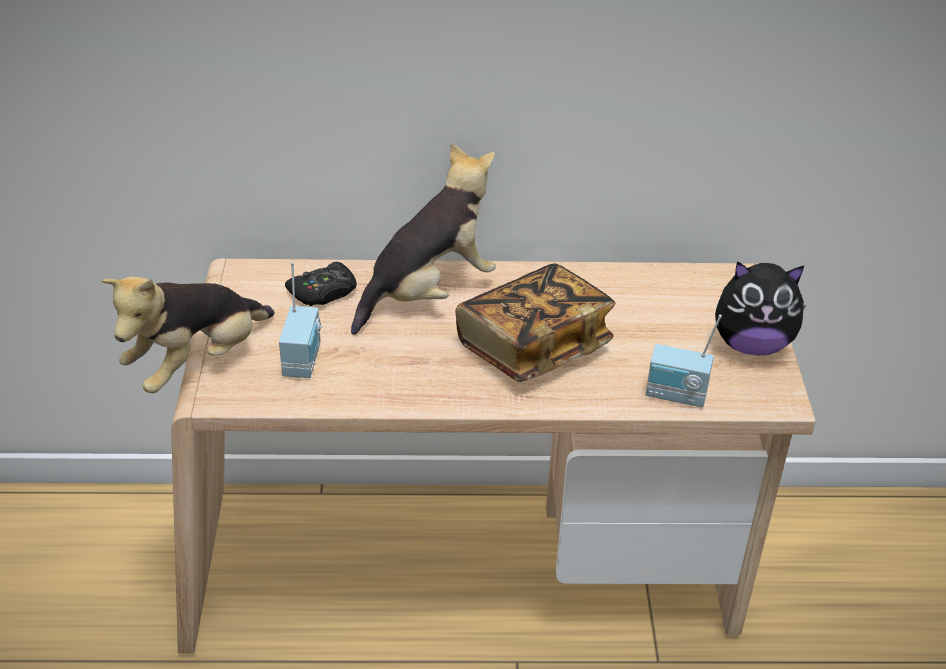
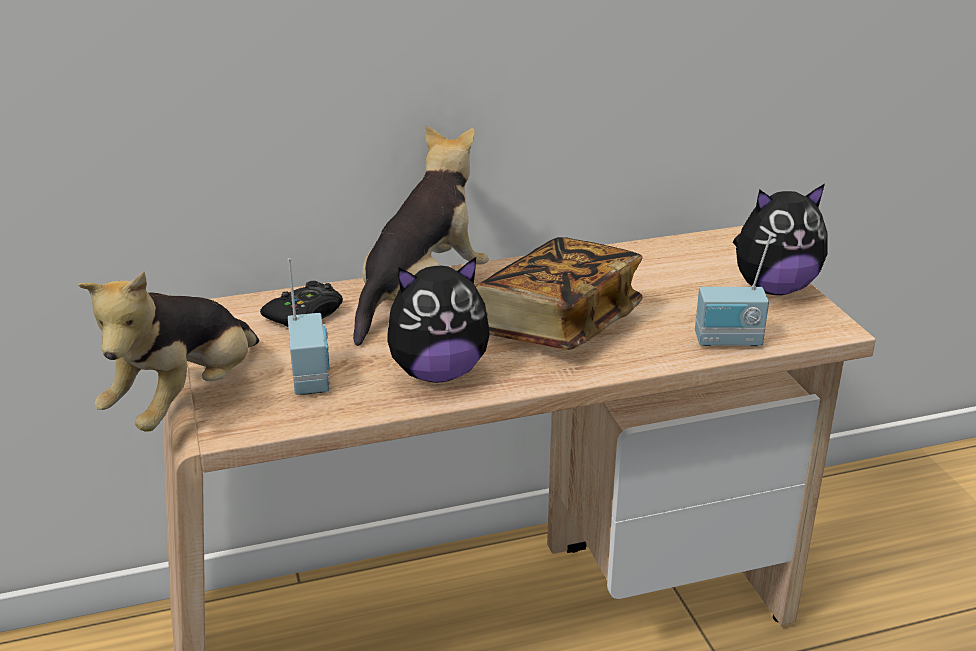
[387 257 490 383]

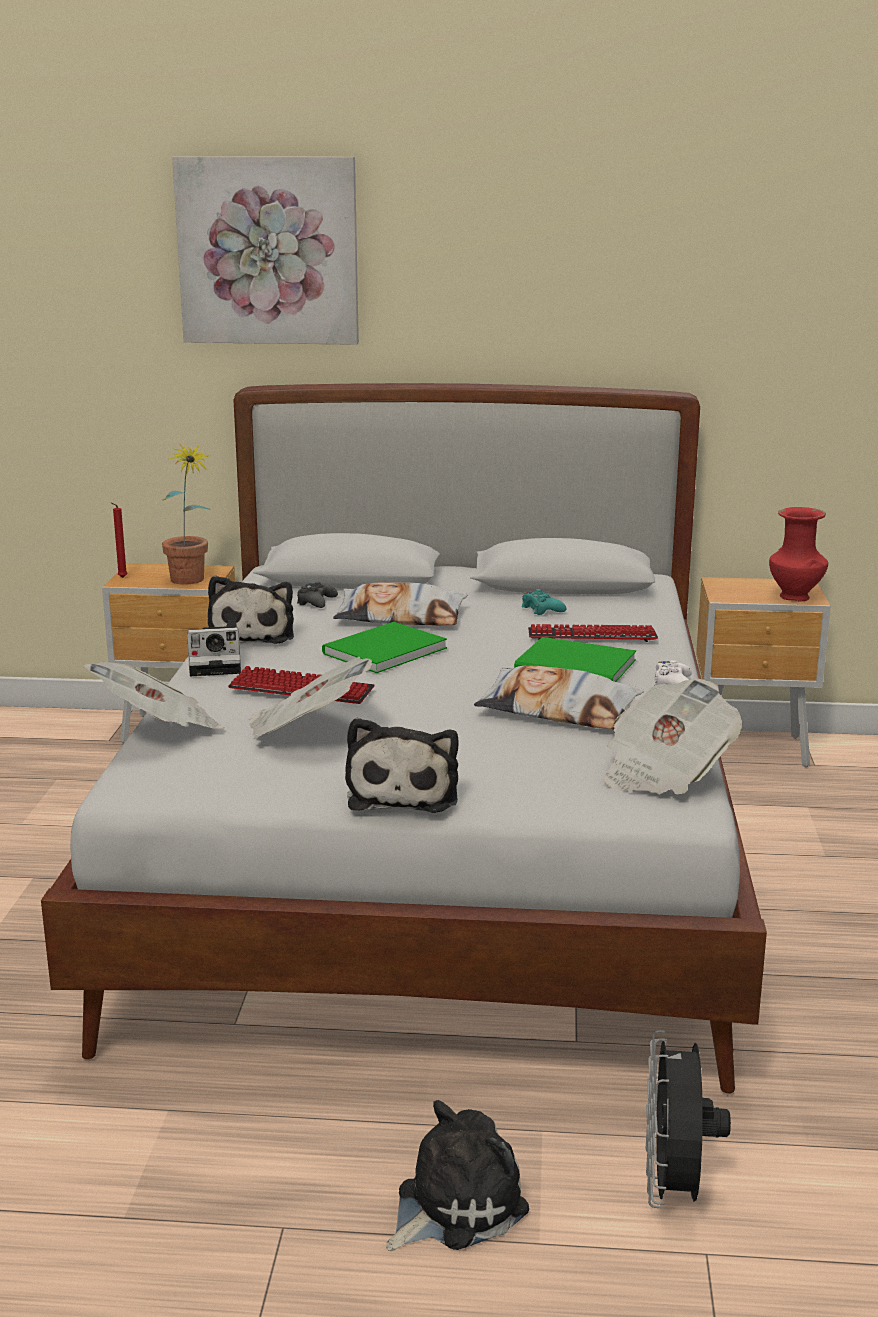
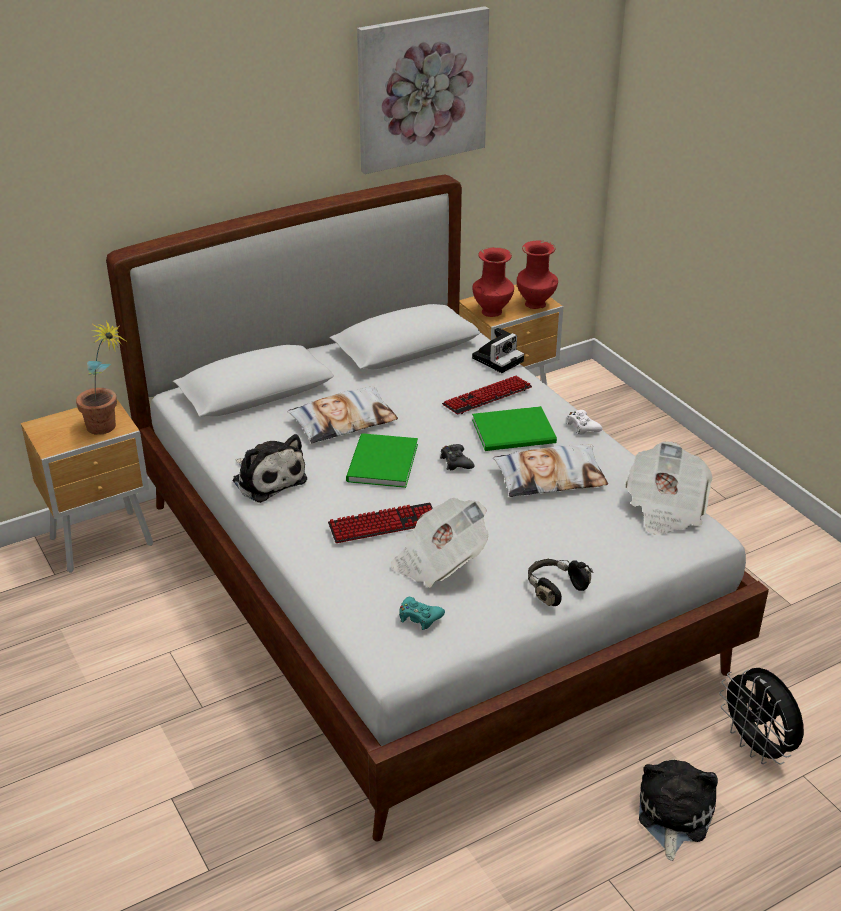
[357 6 489 174]
[399 597 445 630]
[440 444 474 470]
[472 247 514 317]
[472 328 524 373]
[528 559 594 606]
[84 662 225 729] (first image)
[111 503 127 578] (first image)

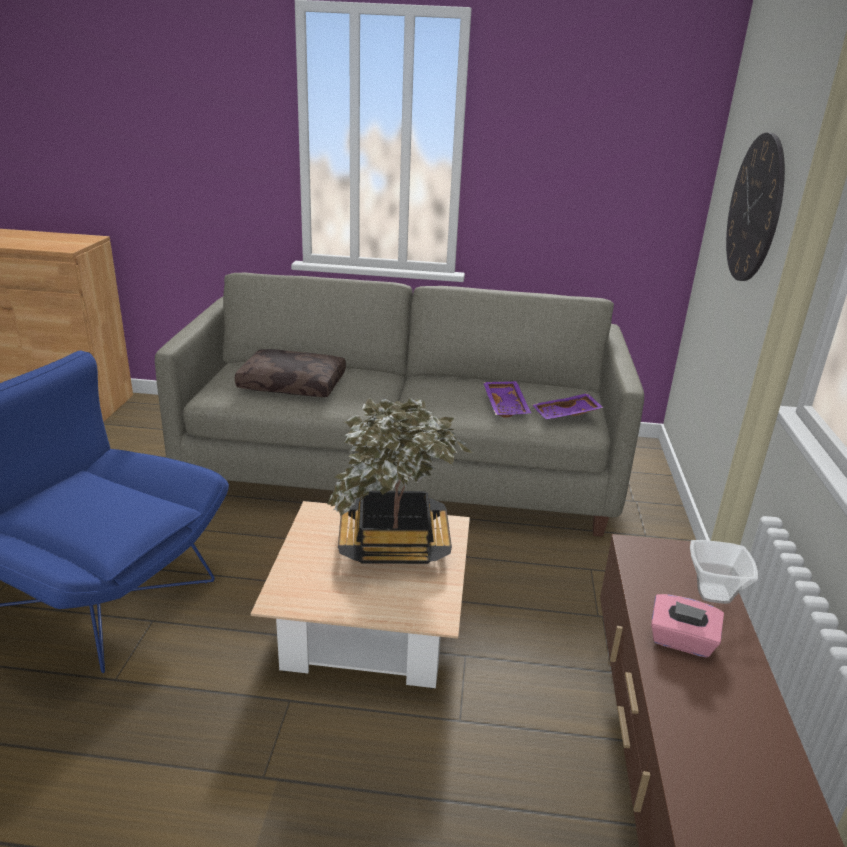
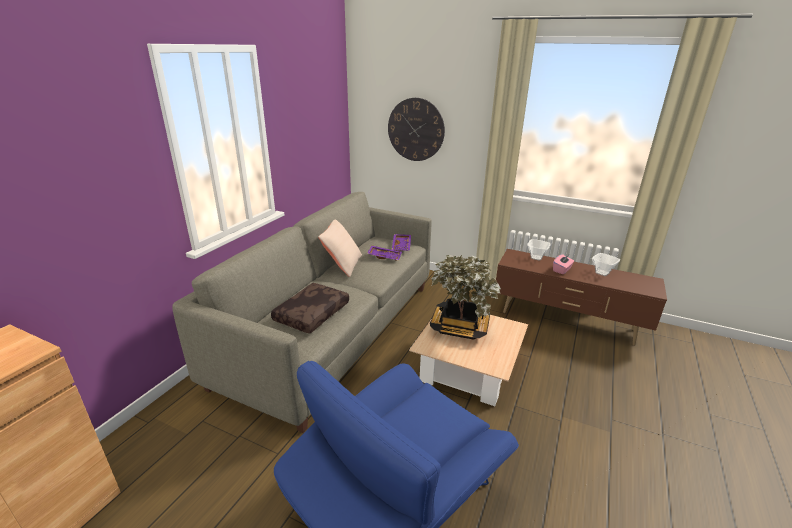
[318 220 362 277]
[592 253 620 276]

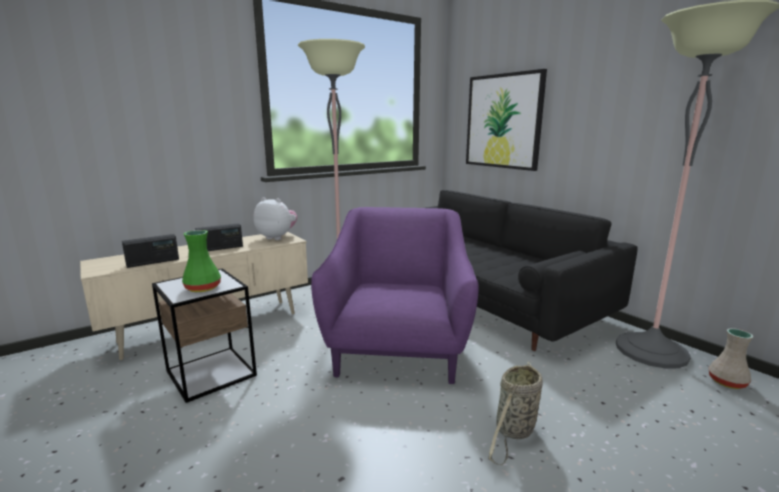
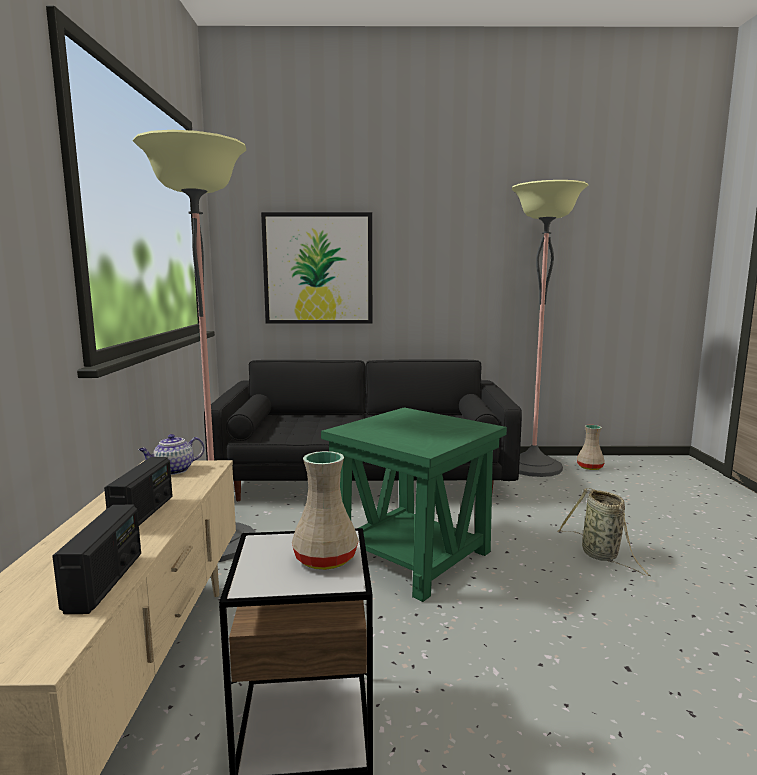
[139 434 205 475]
[292 451 359 570]
[321 407 507 602]

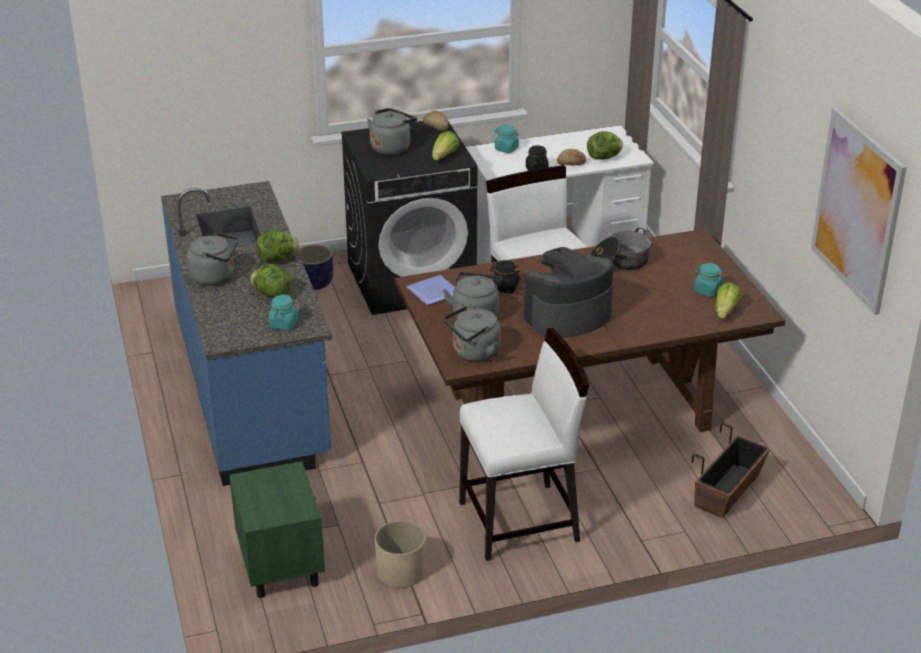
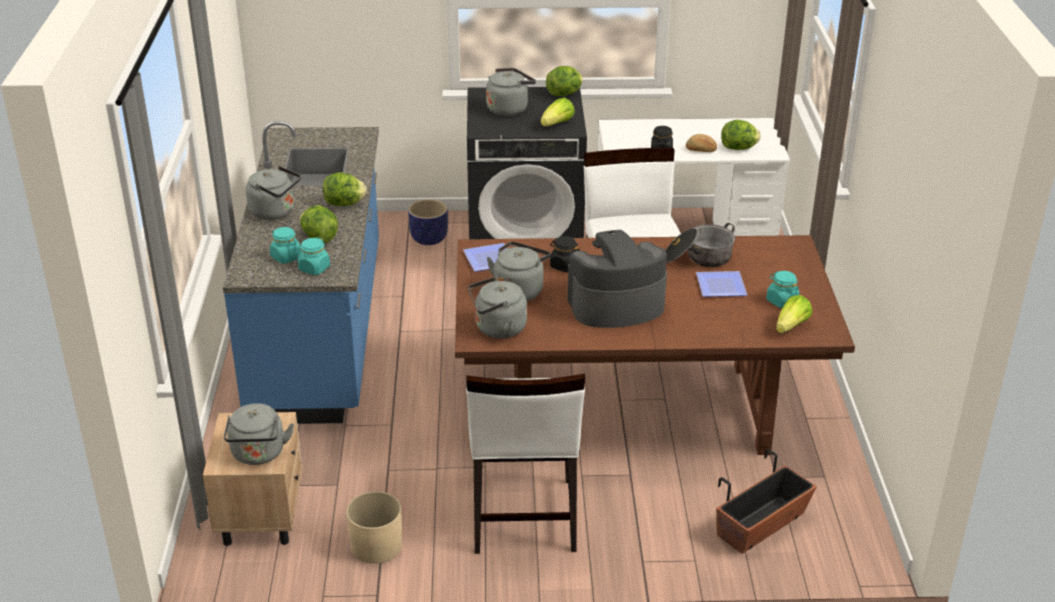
[203 412 302 546]
[224 403 294 465]
[270 227 301 264]
[466 374 585 554]
[546 66 583 96]
[696 271 747 297]
[811 108 907 315] (first image)

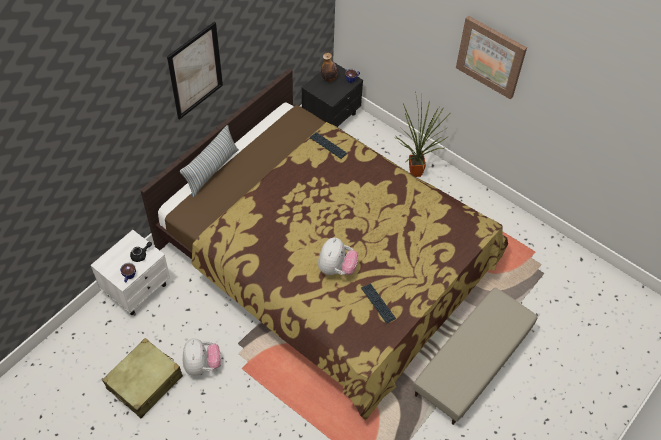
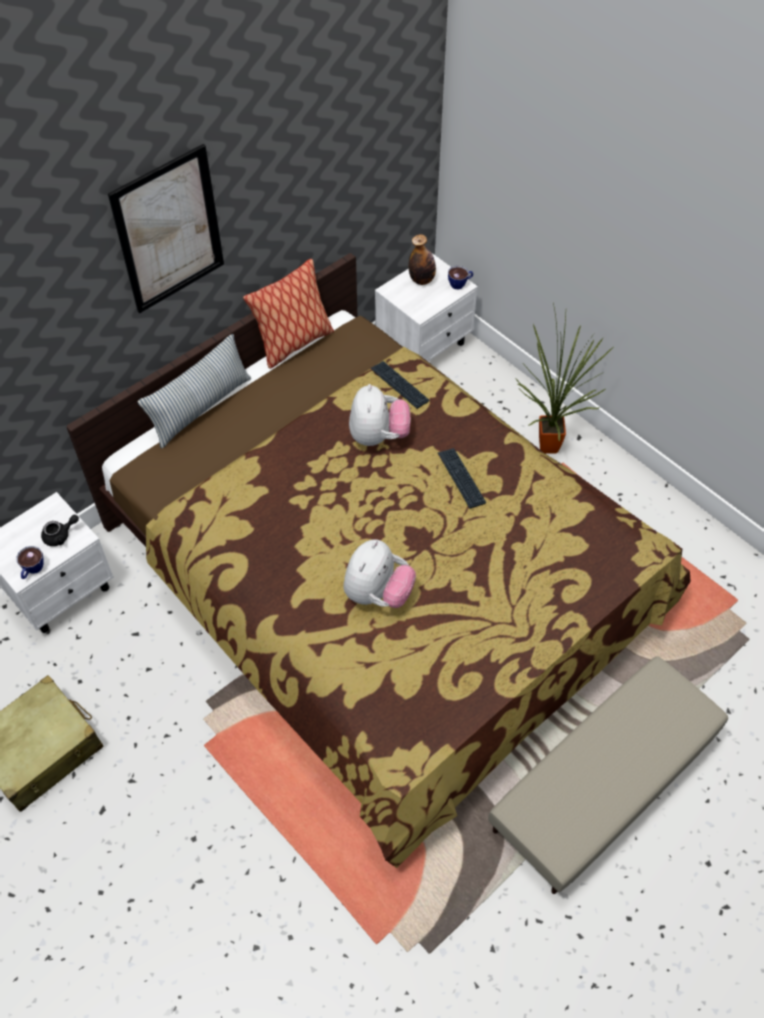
[243 259 334 369]
[349 384 411 446]
[375 253 478 361]
[438 448 486 508]
[456 16 527 99] (first image)

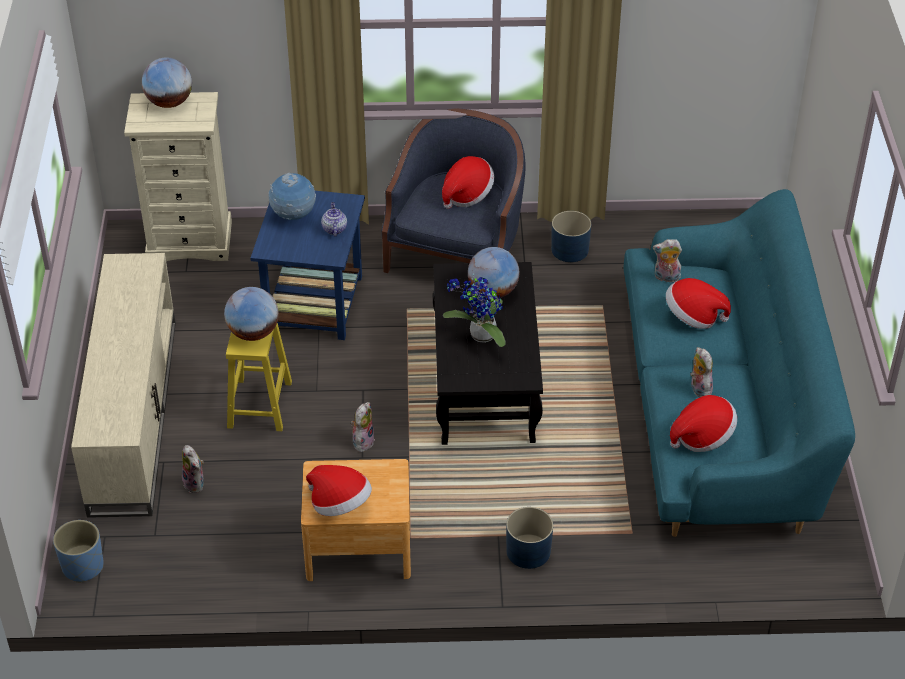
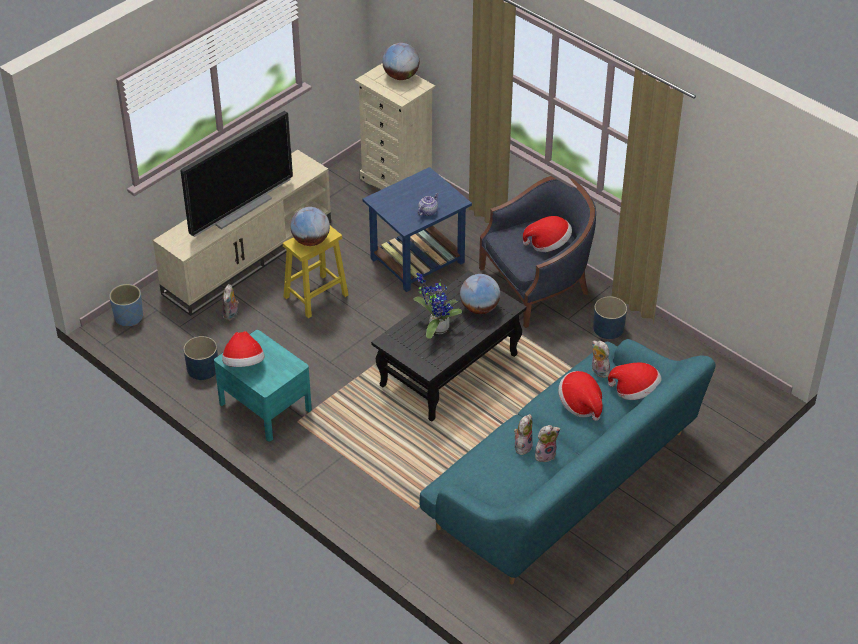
[181 111 293 237]
[184 336 218 380]
[214 330 312 442]
[535 425 560 462]
[608 362 662 400]
[268 173 316 220] (first image)

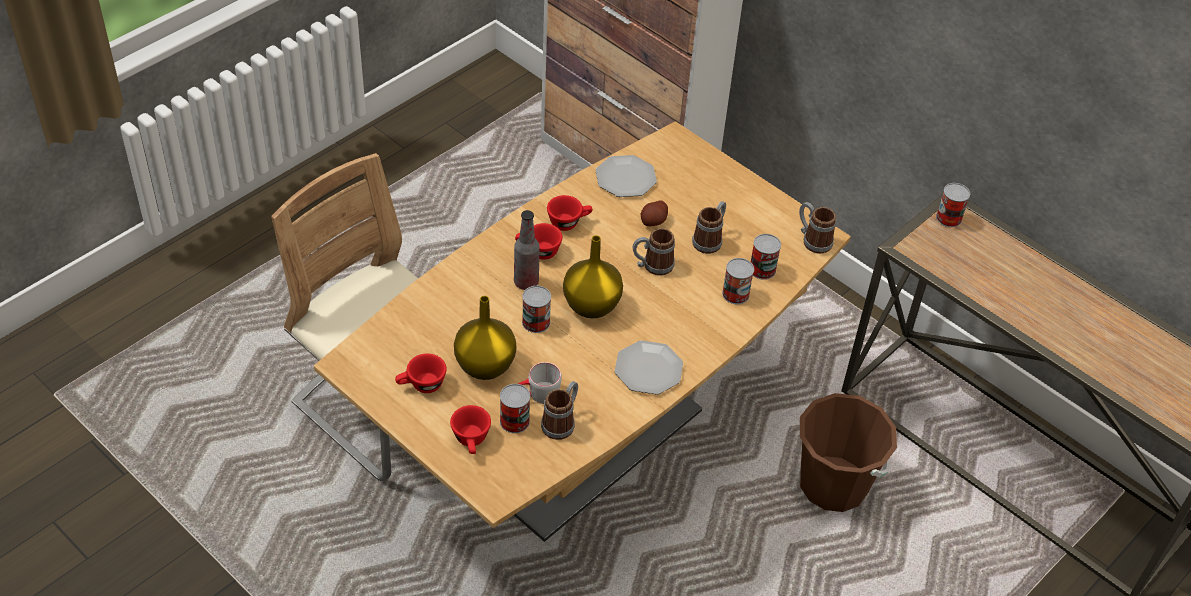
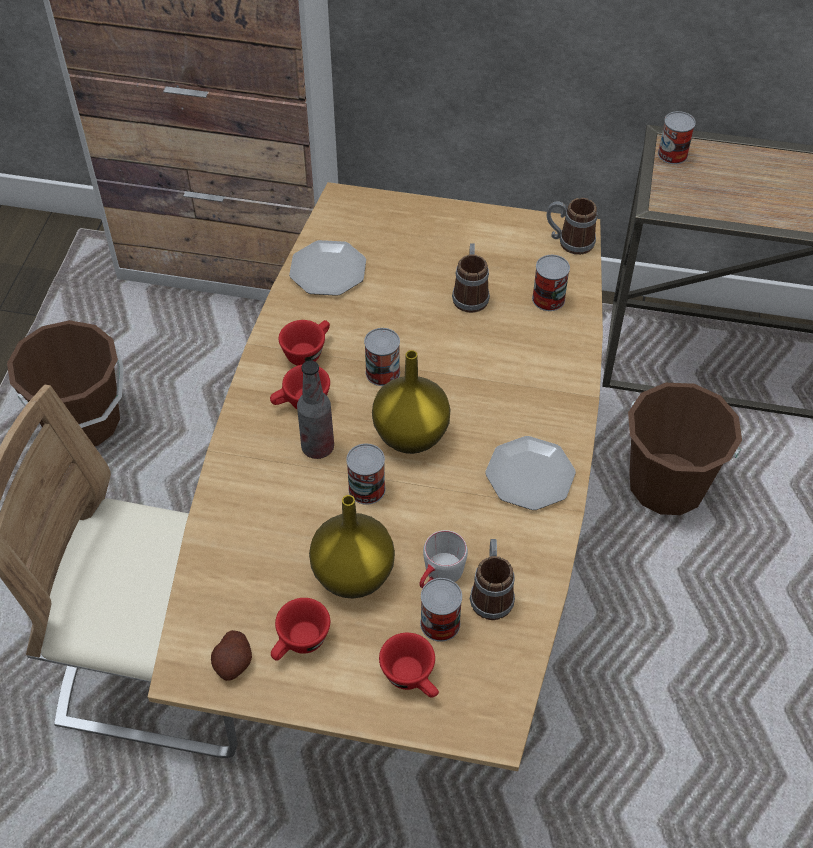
[7 320 124 446]
[211 630 252 681]
[364 328 400 386]
[633 228 675 275] (first image)

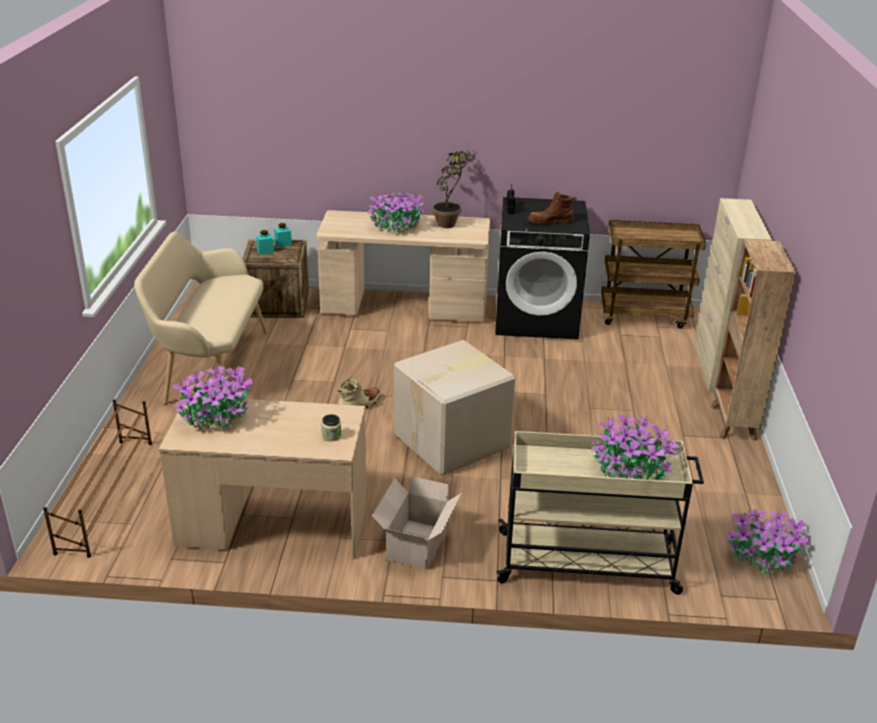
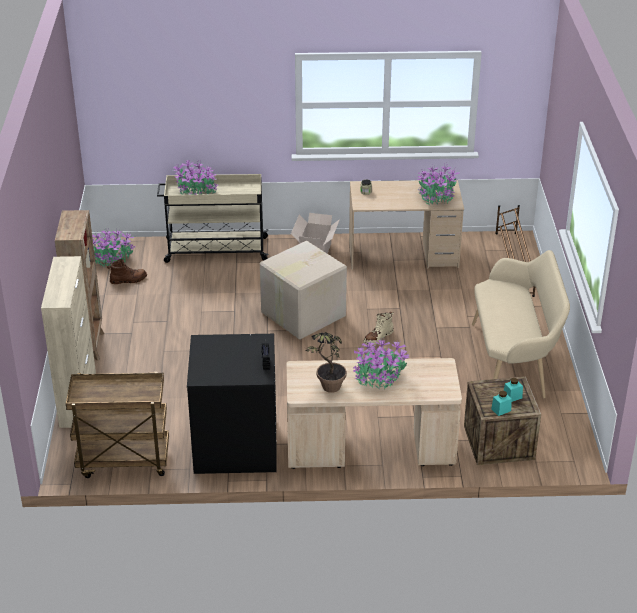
[107 259 147 284]

